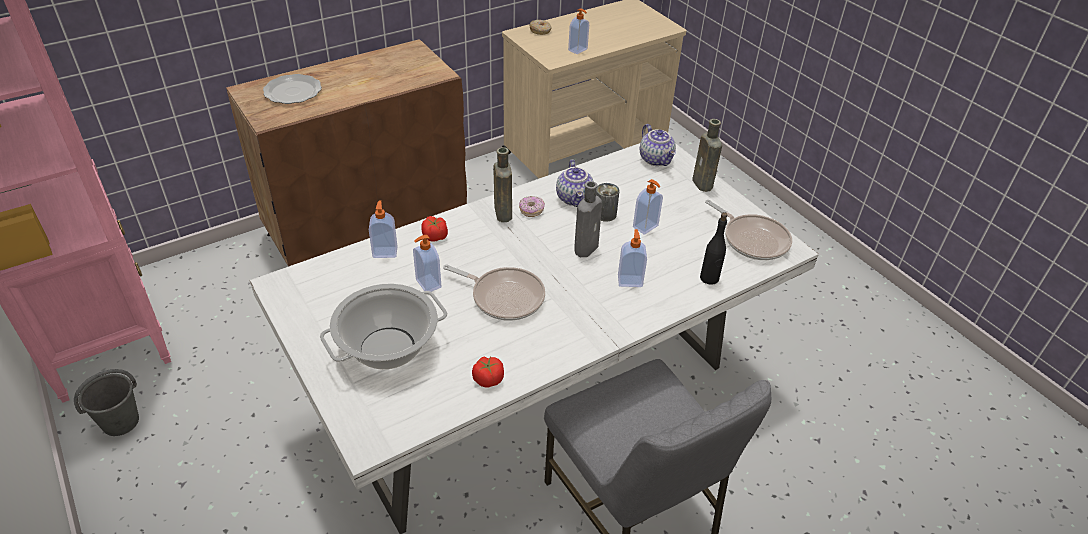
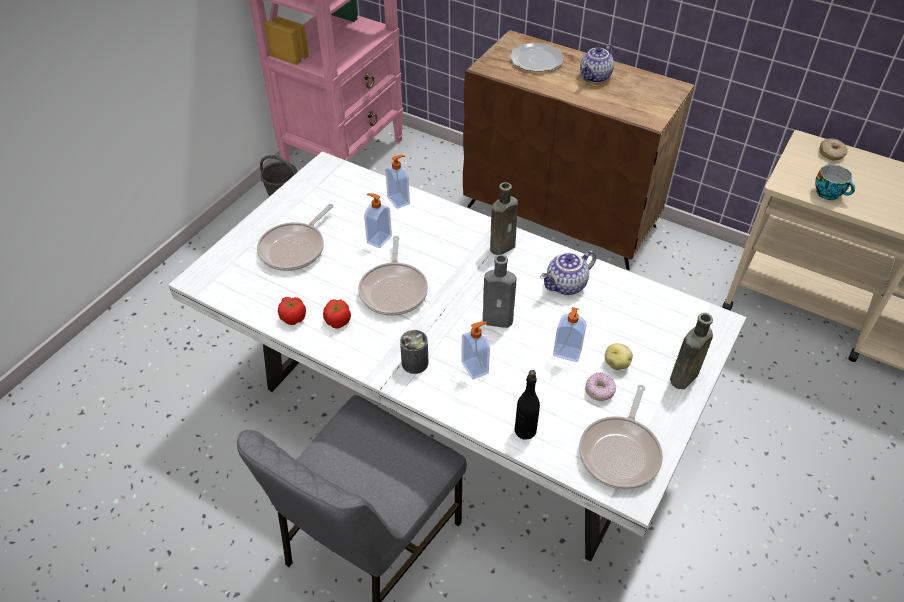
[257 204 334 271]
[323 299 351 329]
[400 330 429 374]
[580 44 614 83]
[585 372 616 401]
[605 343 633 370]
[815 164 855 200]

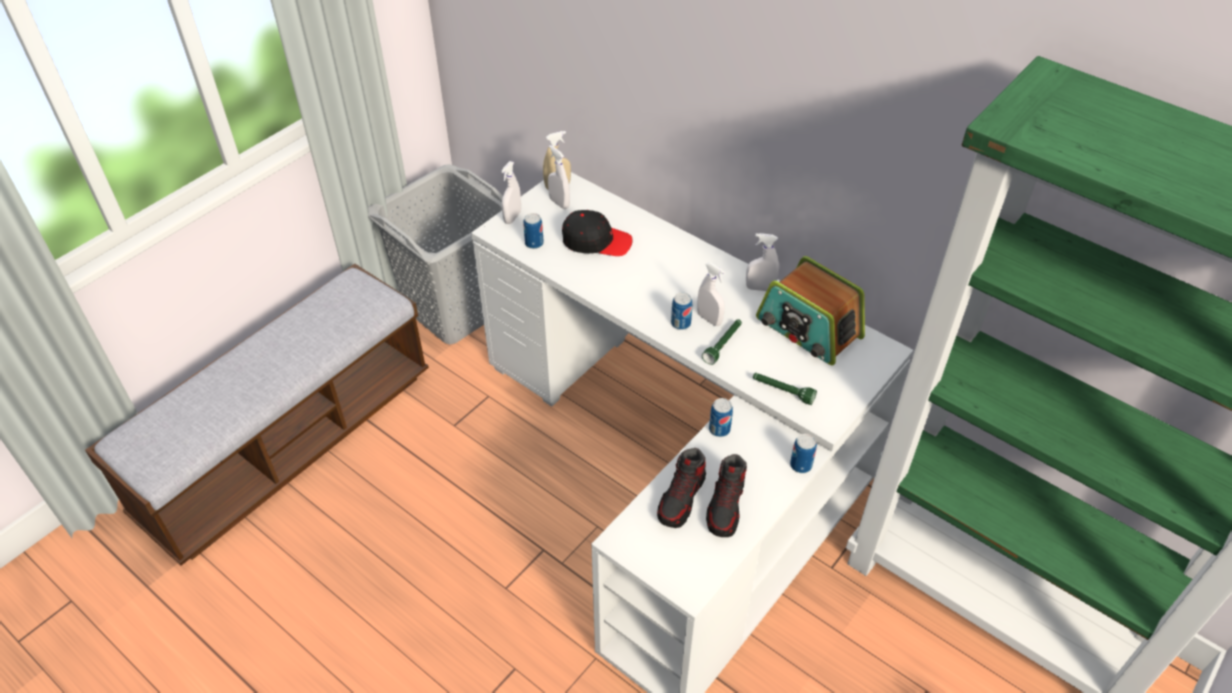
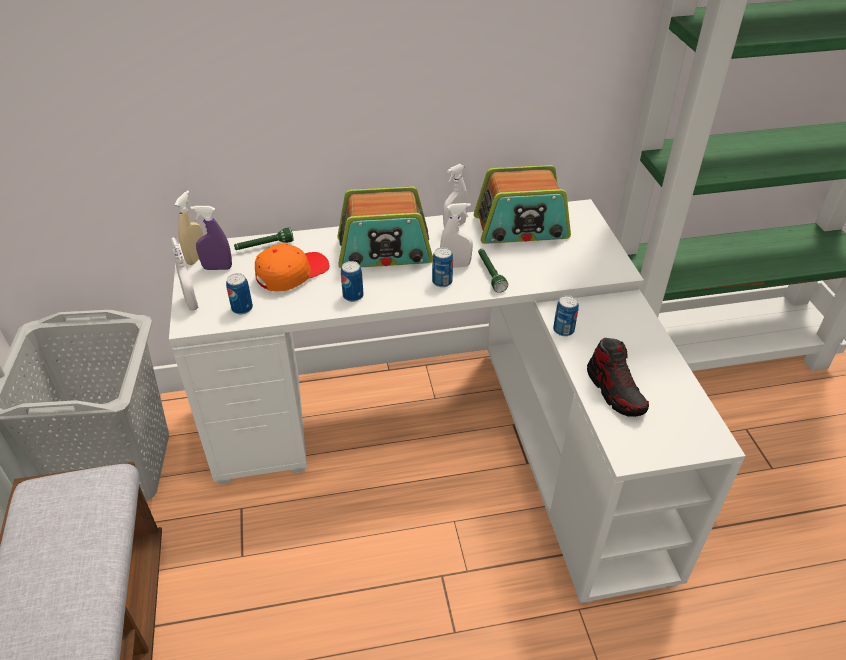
[190 206 232 270]
[234 227 294 250]
[255 244 329 291]
[338 186 433 268]
[341 261 363 302]
[706 454 747 537] (first image)

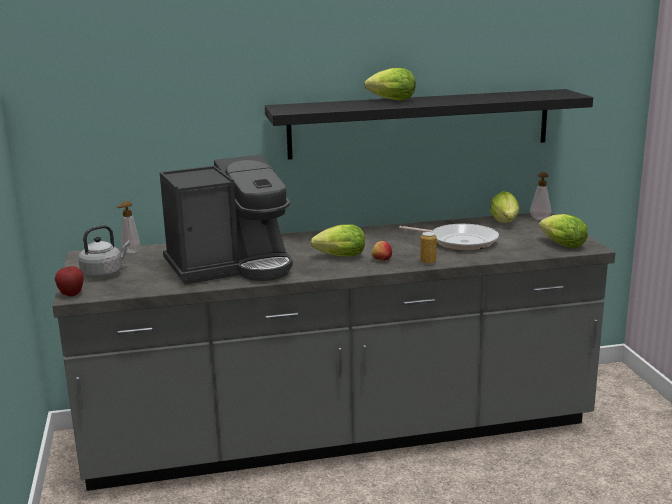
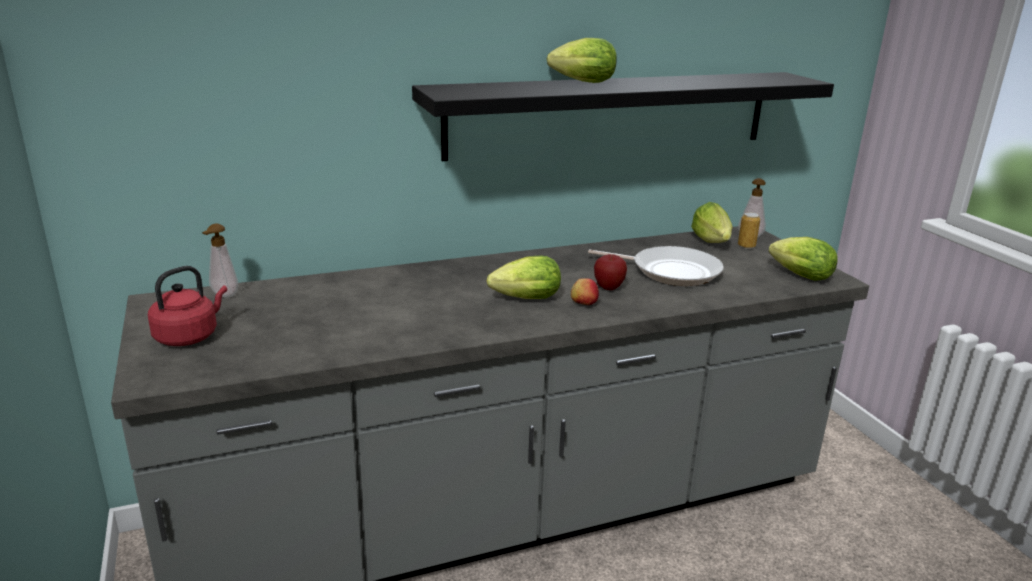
[148 266 227 346]
[594 254 627 290]
[738 212 760 249]
[160 155 293 284] (first image)

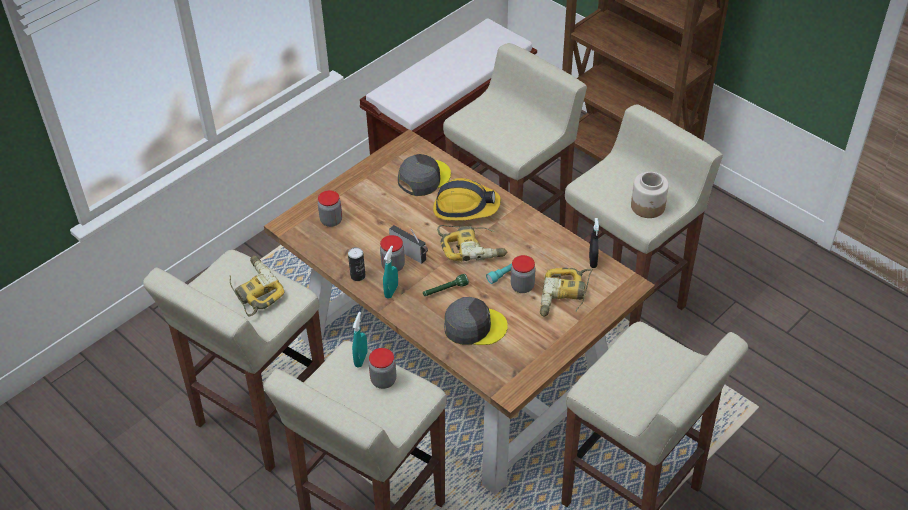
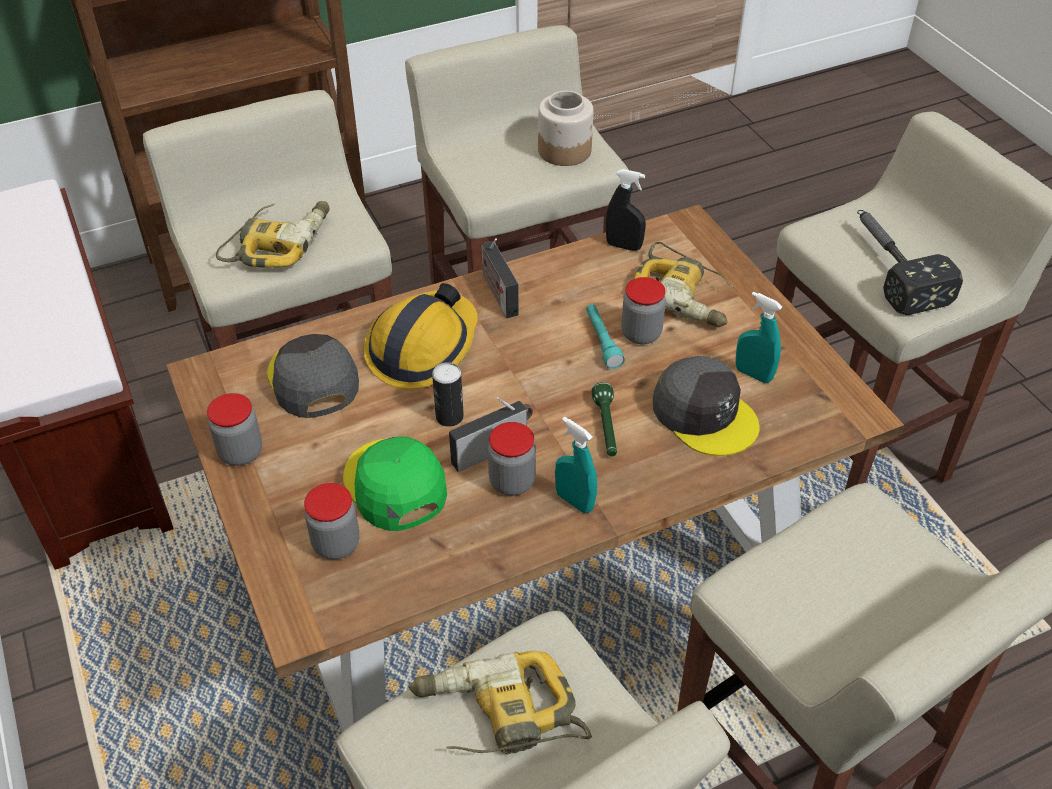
[207 393 262 466]
[216 201 329 268]
[343 437 447 531]
[432 362 464 427]
[482 238 519 318]
[652 356 760 456]
[736 292 782 383]
[857 210 963 315]

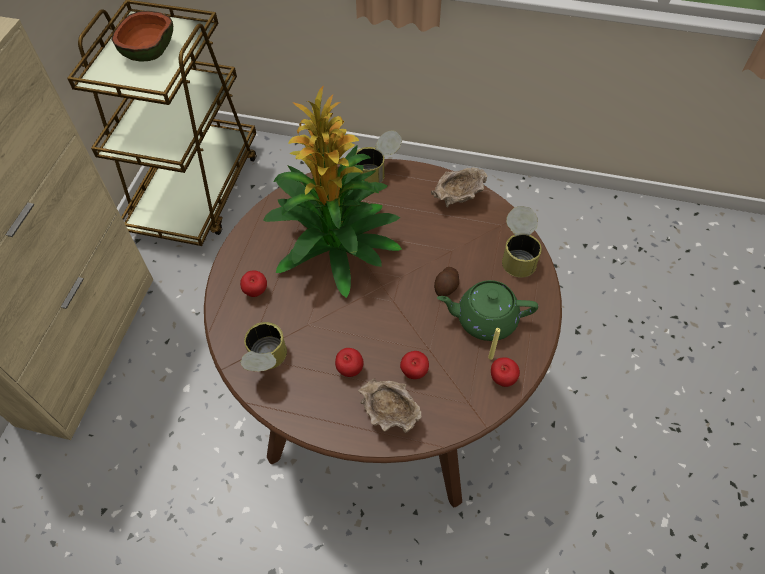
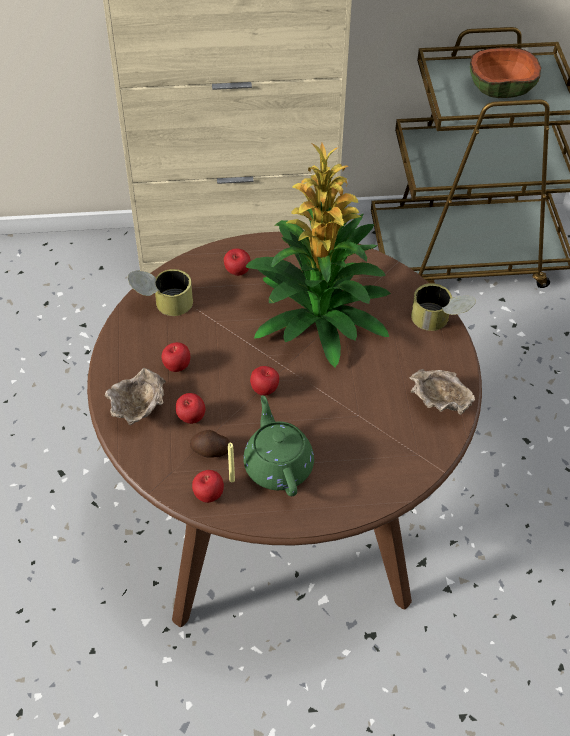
[190 430 231 458]
[250 366 279 396]
[502 206 542 278] (first image)

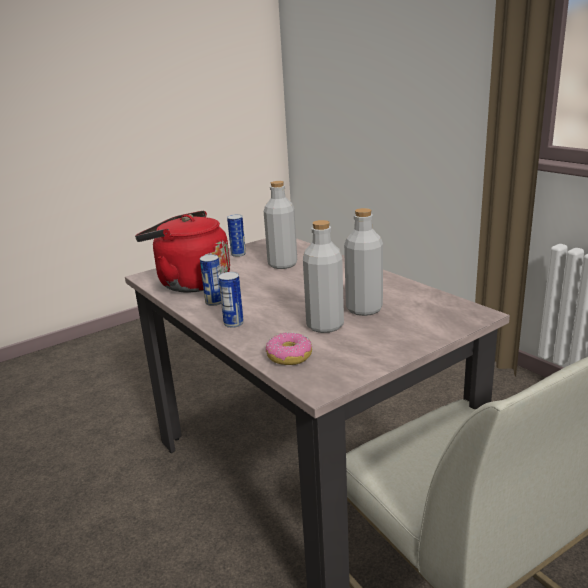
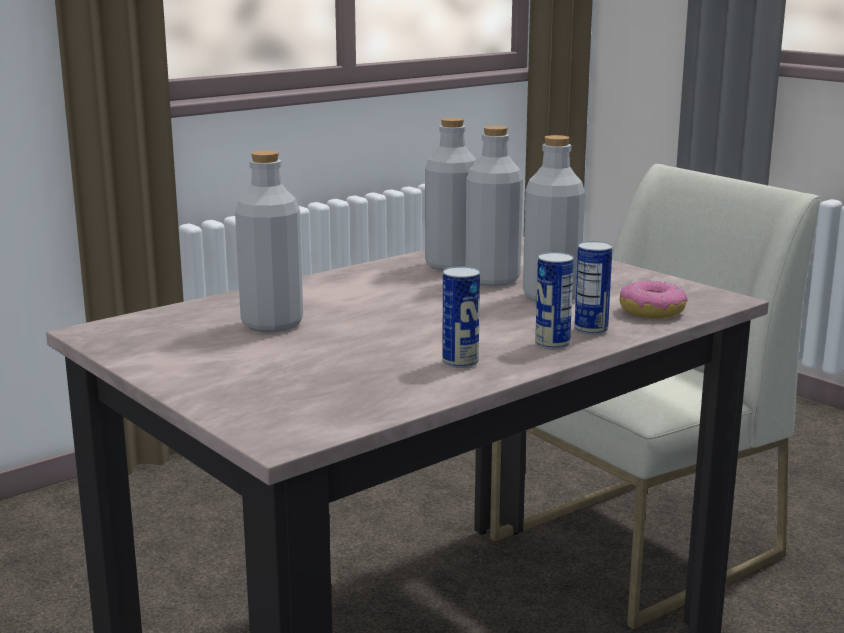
[425 118 477 271]
[574 241 613 335]
[135 211 230 293] (first image)

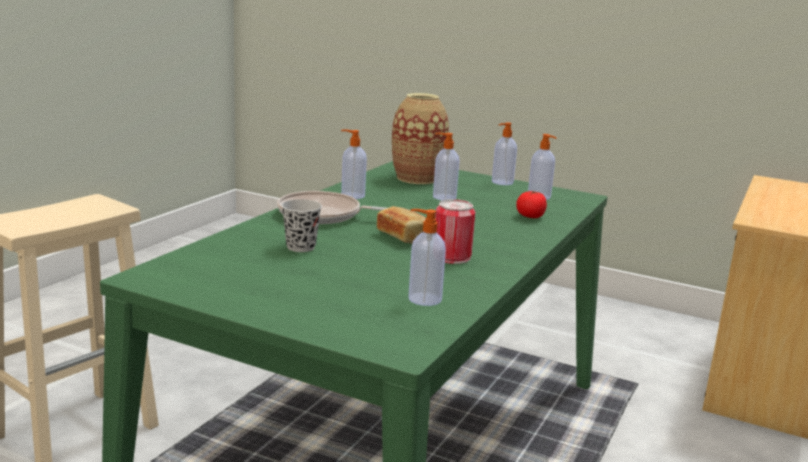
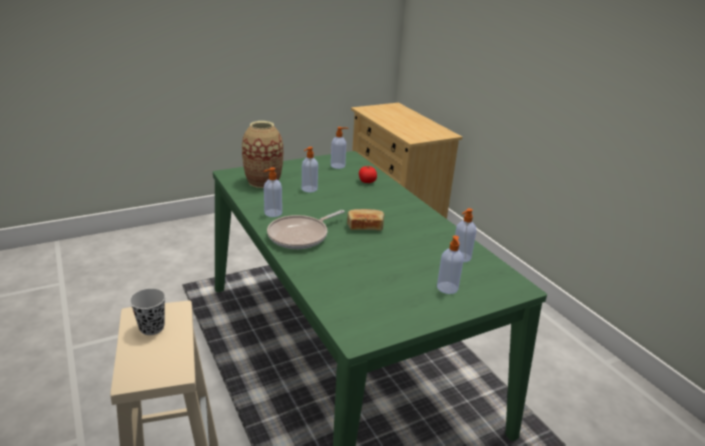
[130 288 166 335]
[437 236 463 294]
[435 199 476 264] (first image)

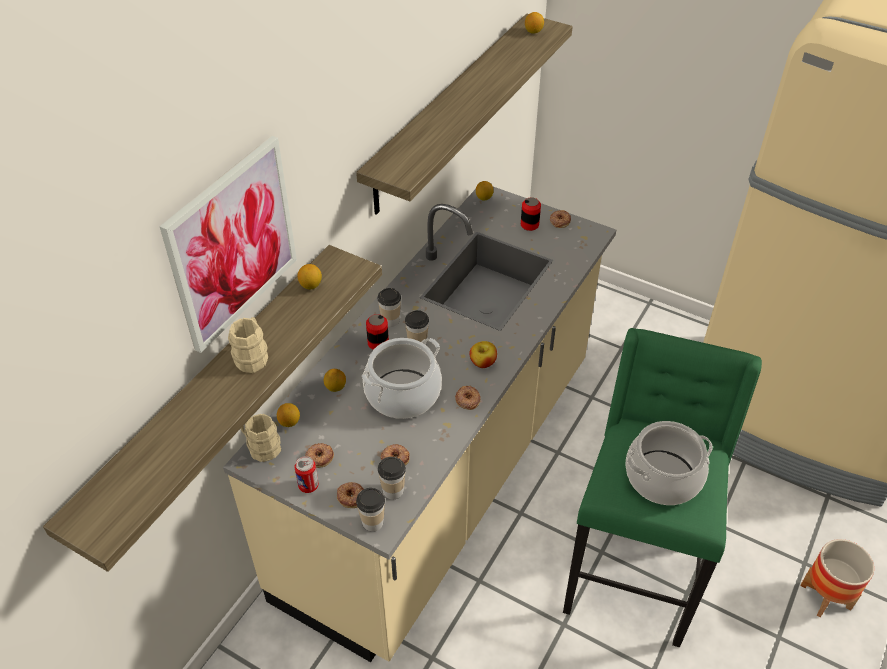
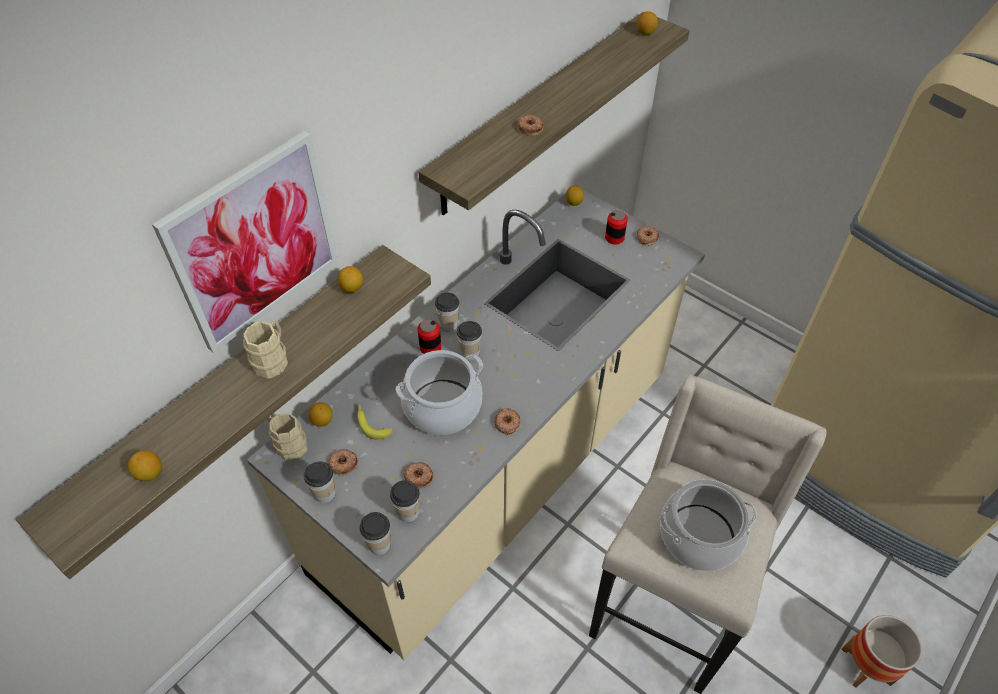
[128 450 162 481]
[304 461 336 503]
[357 403 392 440]
[517 115 543 136]
[589 374 827 694]
[469 341 497 368] (first image)

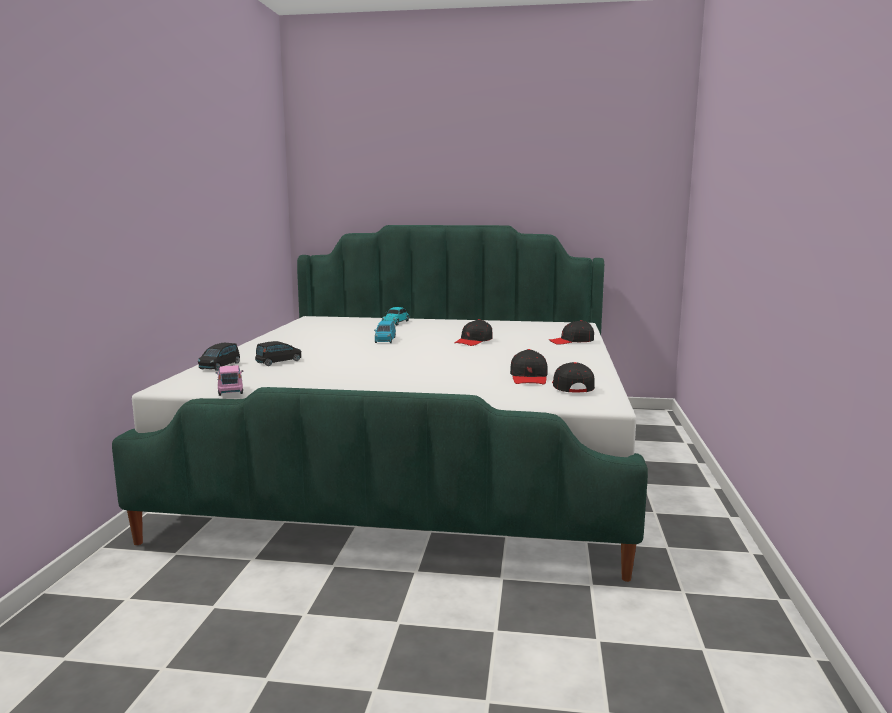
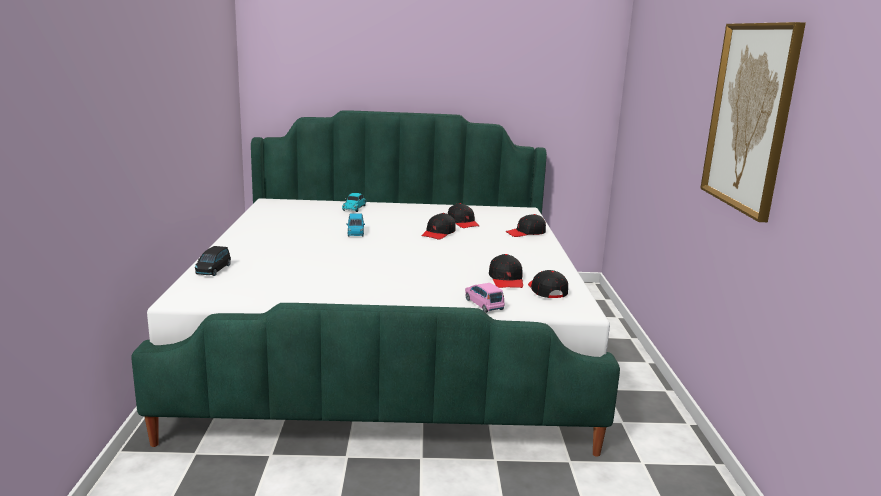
[448 203 479 228]
[465 283 505 313]
[700 22 806 222]
[255 341 301 366] (first image)

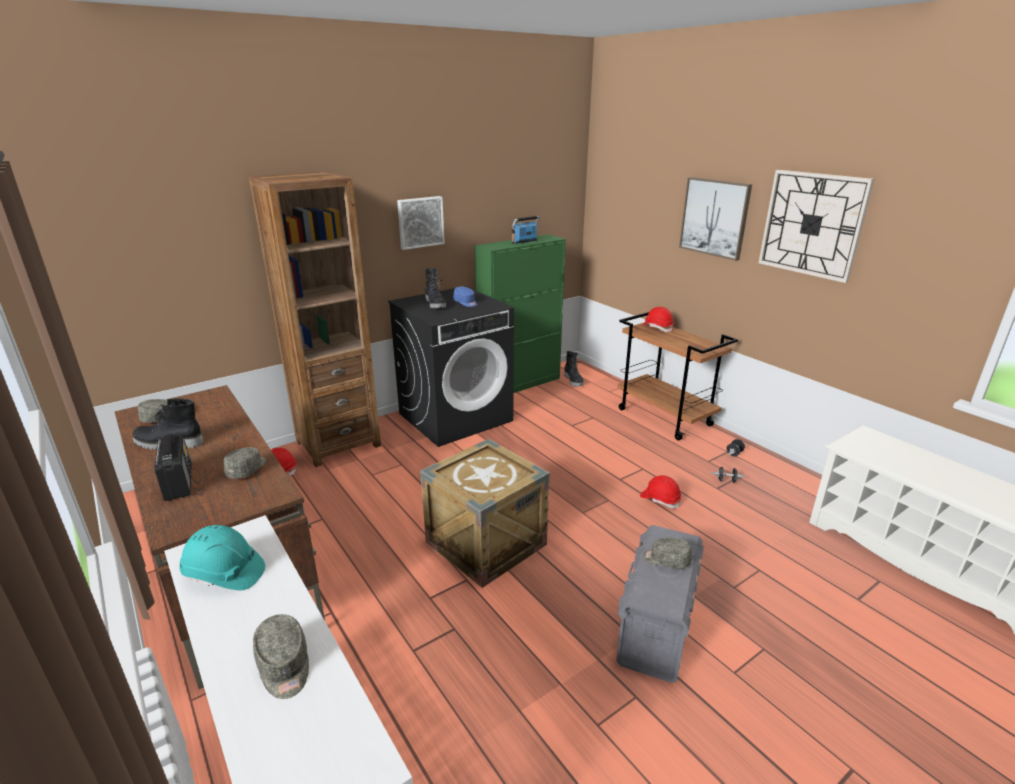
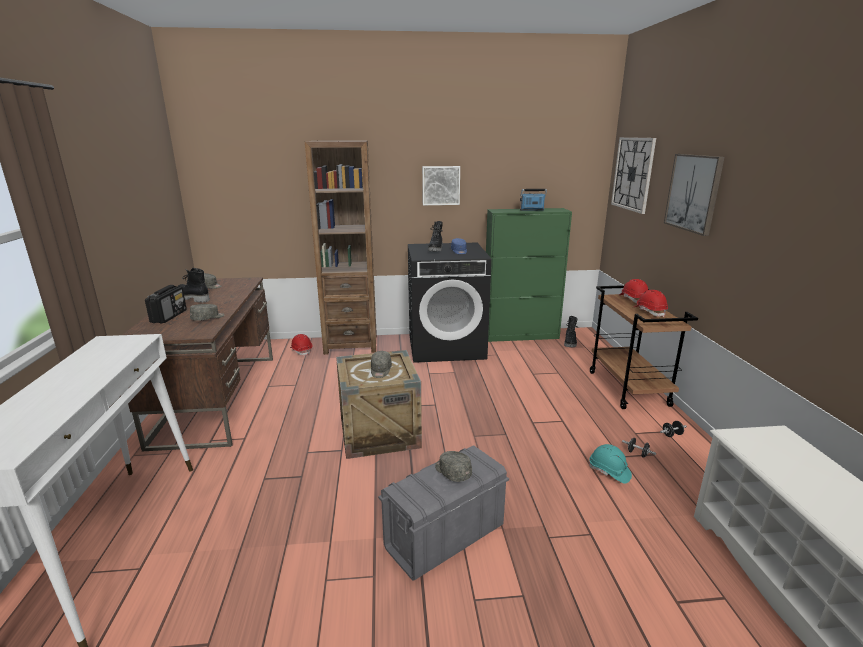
[371 351 392 378]
[589 444 632 484]
[611 137 656 214]
[634 290 668 317]

